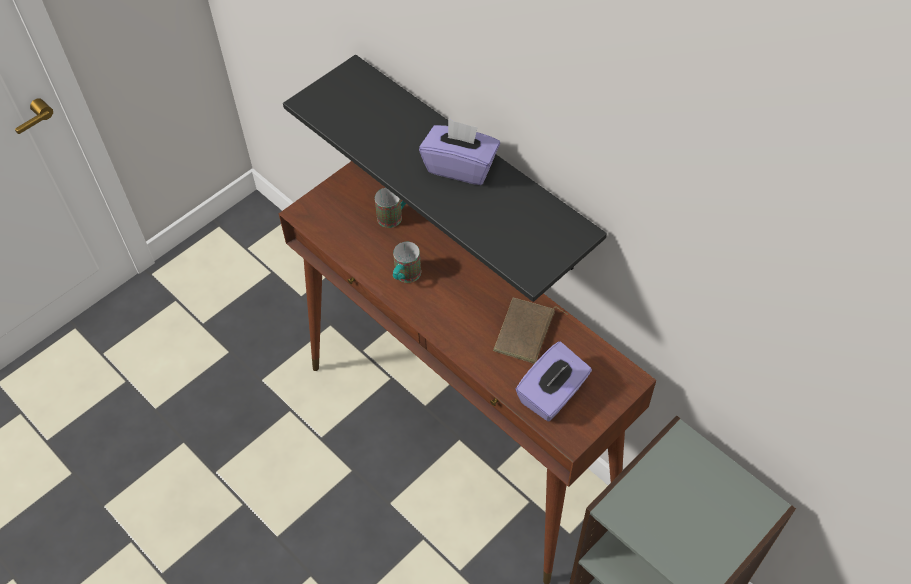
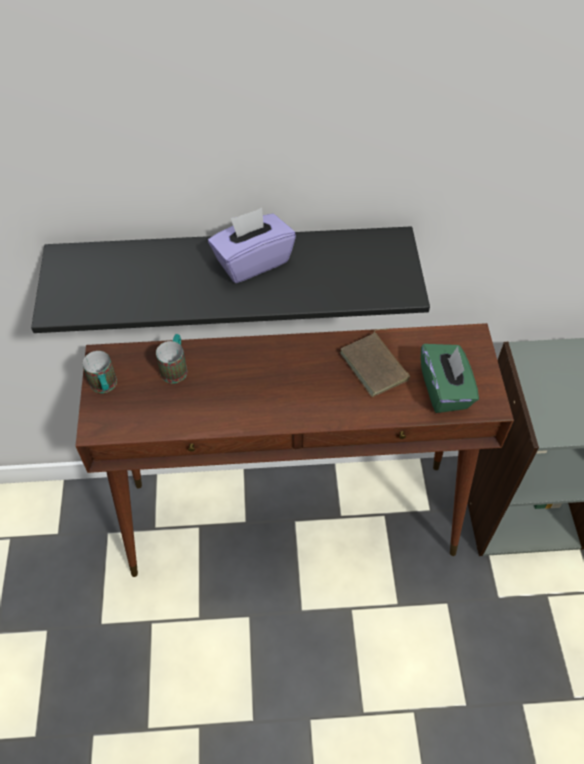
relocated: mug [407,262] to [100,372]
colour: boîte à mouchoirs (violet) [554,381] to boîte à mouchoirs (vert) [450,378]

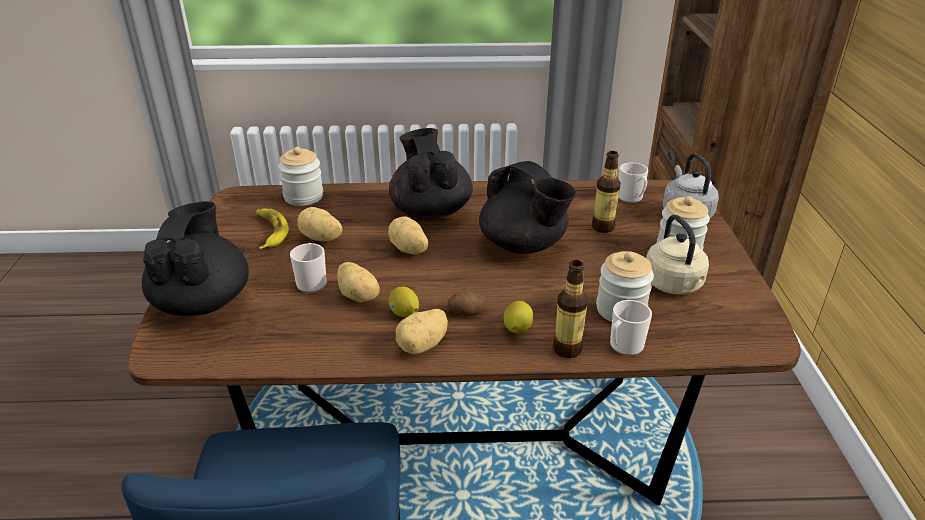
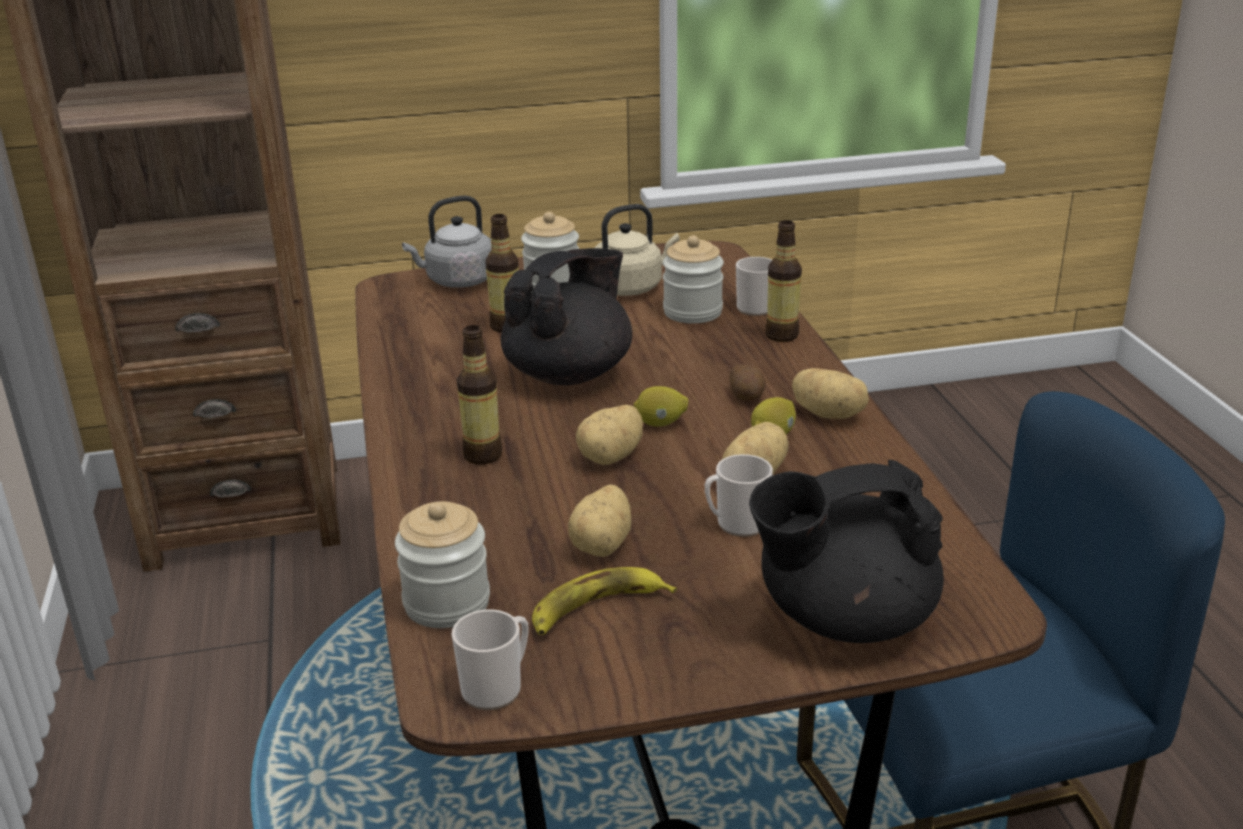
relocated: mug [633,183] to [490,659]; citron [518,317] to [660,406]
exchanged: théière (noir) [431,174] to bouteille [479,395]

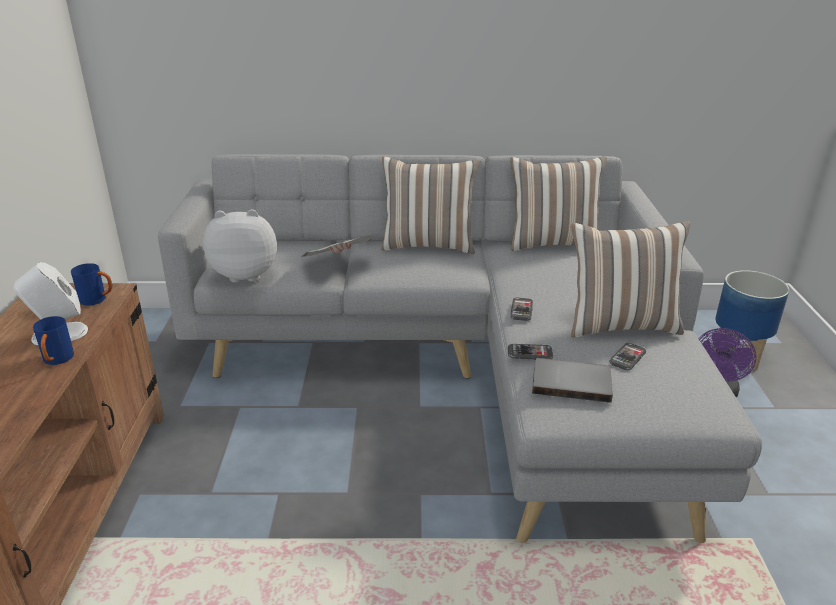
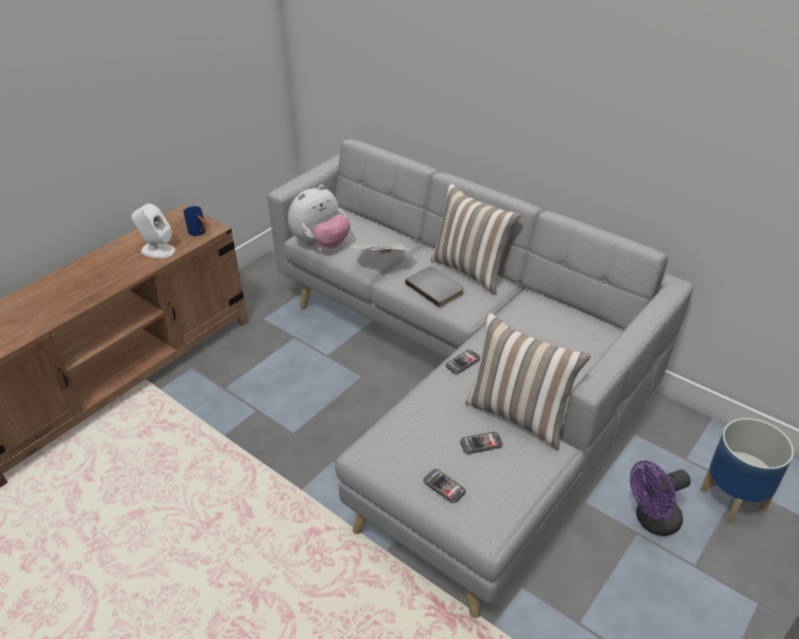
missing: coussin [558,204]; mug (bleu) [53,340]
relocated: téléphone [530,352] to [444,486]; livre (gris) [572,380] to [434,287]
spun: peluche [240,246] = [319,216] 105 degrees clockwise

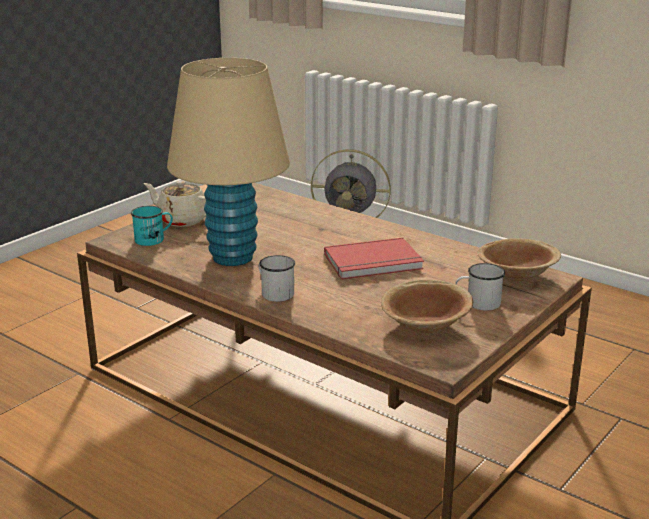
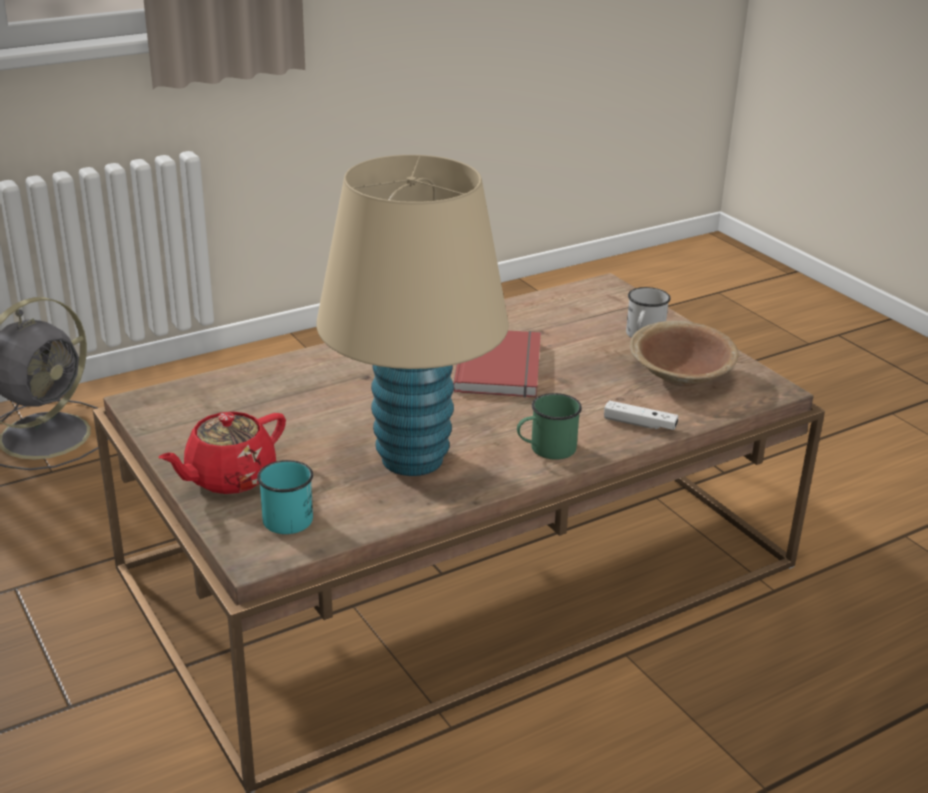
missing: bol (marron) [519,259]
appeared: manette (blanc) [641,415]
colour: théière (beige) [175,203] to théière (rouge) [222,453]; mug (blanc) [277,278] to mug (vert) [549,426]

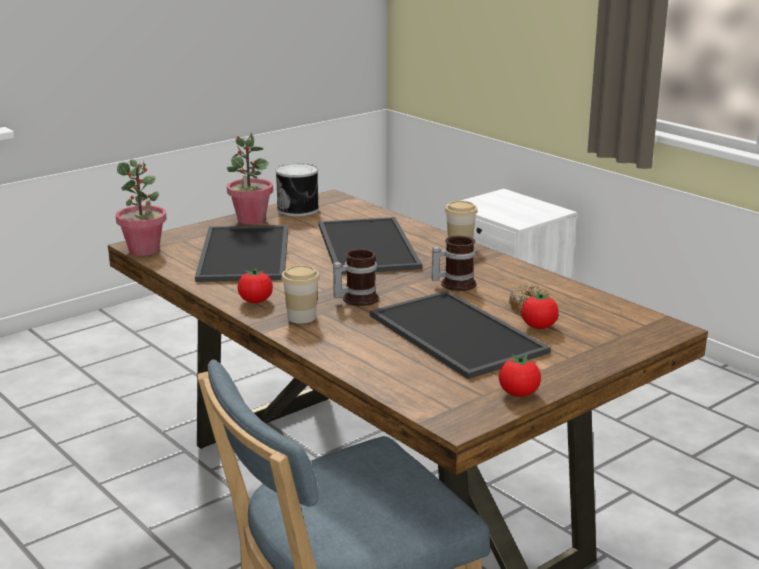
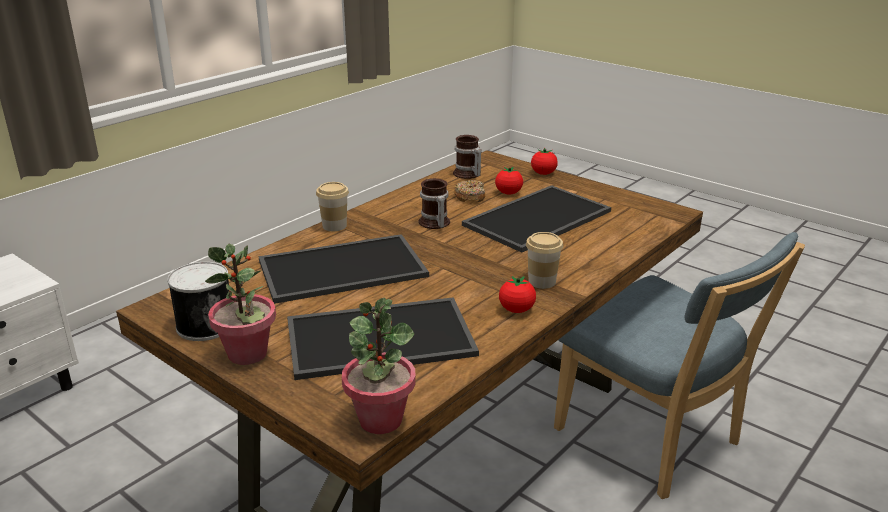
relocated: mug [356,277] to [467,157]; tomate [520,375] to [544,161]

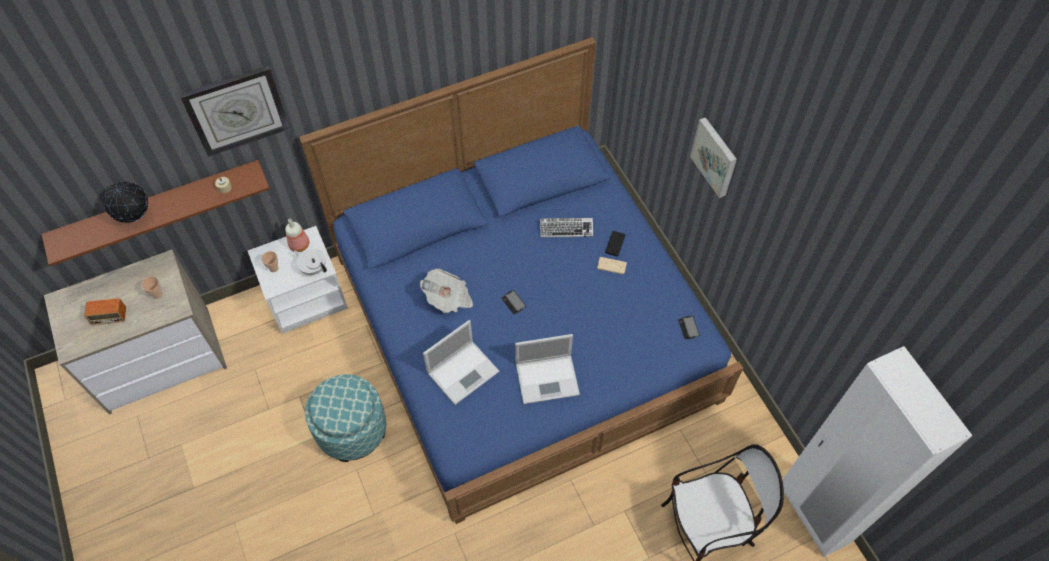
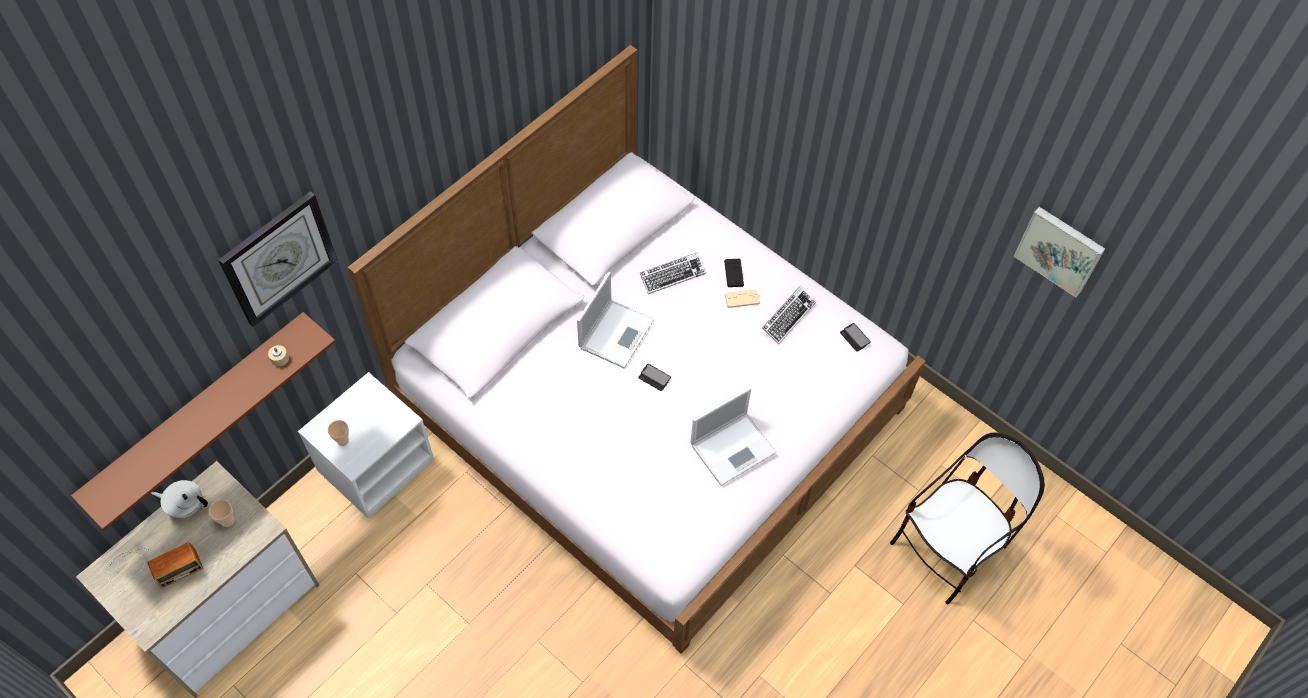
missing: globe [125,202]; bouteille [297,235]; journal [446,291]; armoire (blanc) [877,451]; pouf [345,418]
appeared: clavier [789,315]
relocated: tableau [713,157] to [1059,252]; théière (blanc) [310,262] to [179,499]; ordinateur portable [461,362] to [615,320]
colour: lit (bleu) [521,280] to lit (blanc) [637,349]

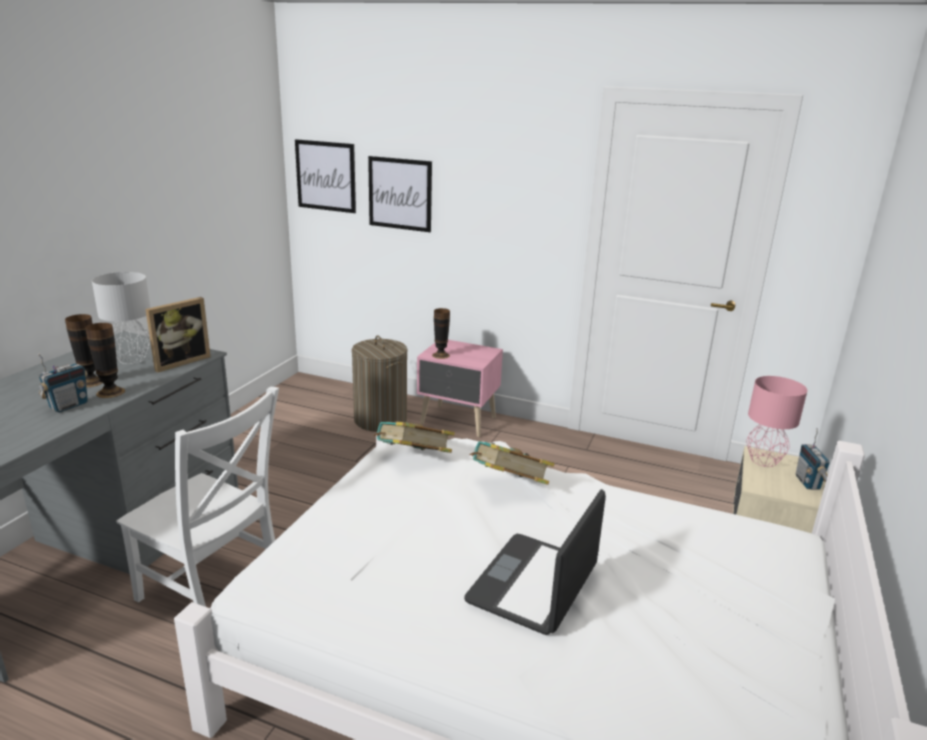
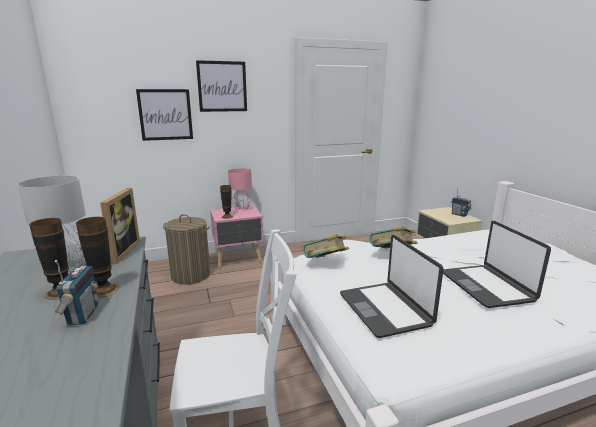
appeared: ordinateur portable [392,286]
relocated: tableau [325,176] to [221,86]; lampe de table (rose) [777,421] to [240,190]

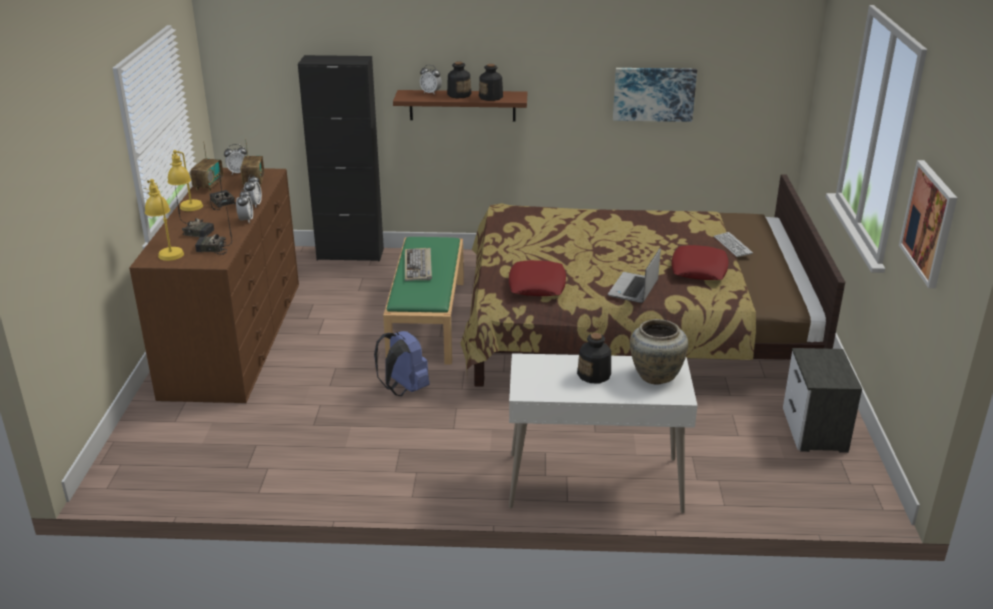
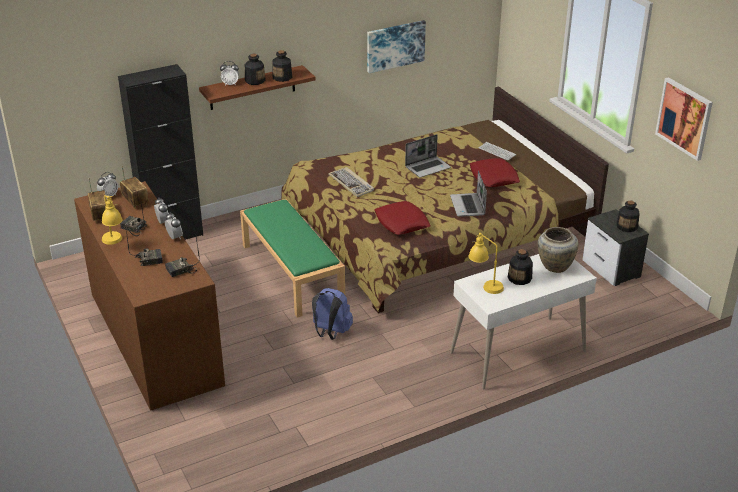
appeared: ordinateur portable [428,155]; bouteille [628,216]
relocated: lampe de table (jaune) [163,220] to [486,263]; clavier [418,264] to [351,182]

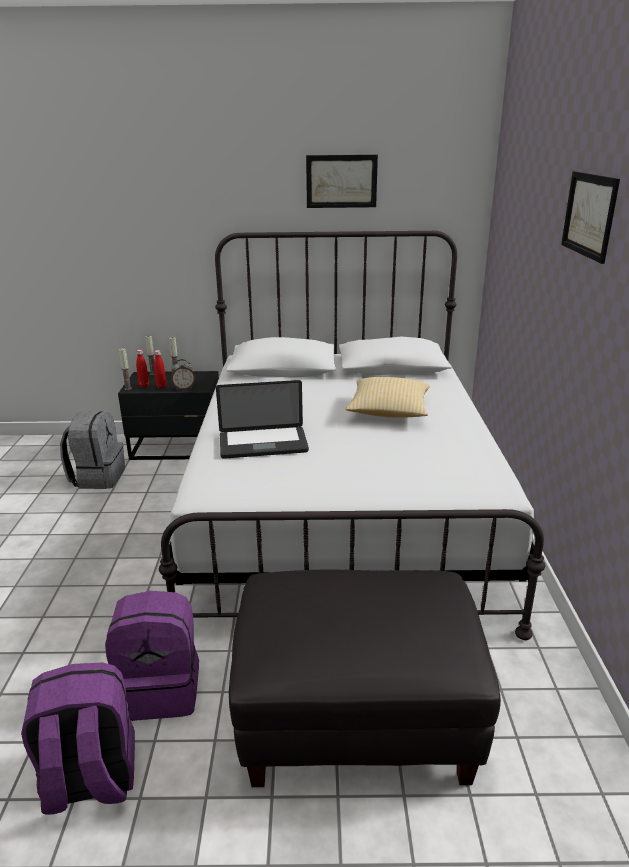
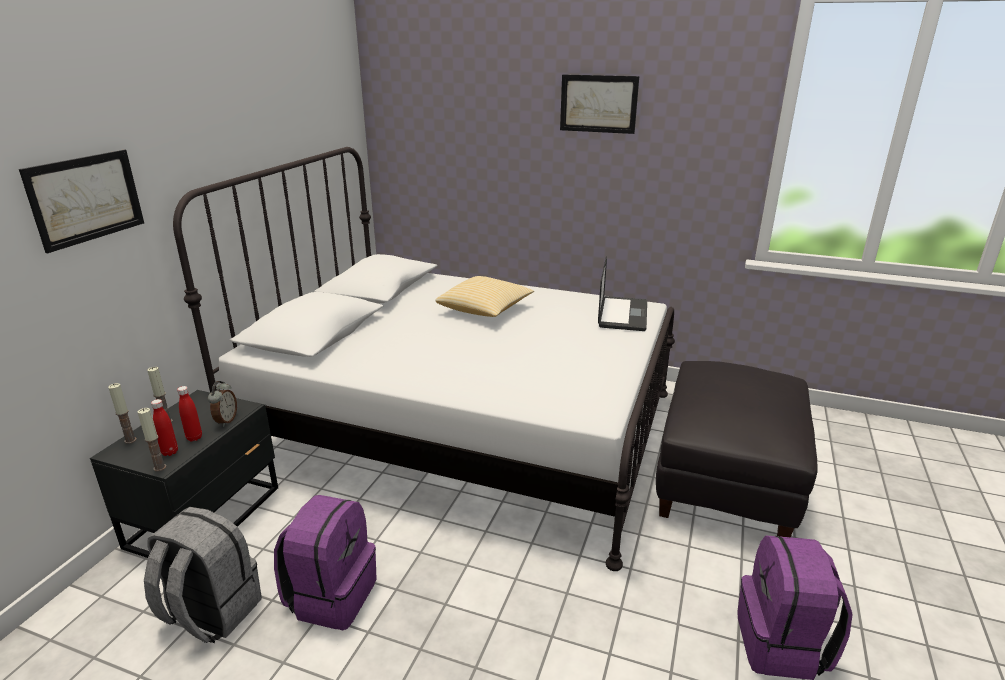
relocated: tableau [342,181] to [81,201]; ordinateur portable [262,419] to [622,293]; sac à dos (violet) [152,656] to [325,562]

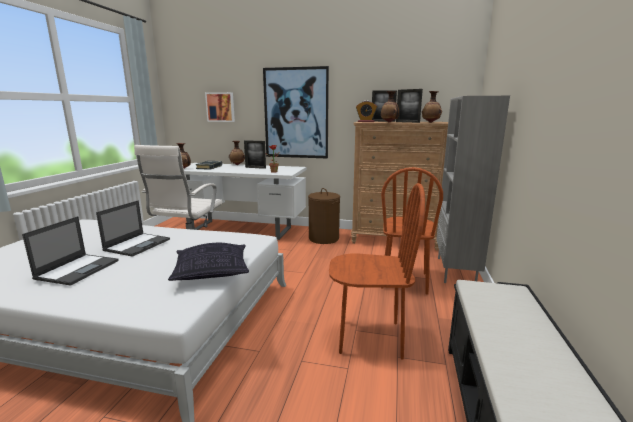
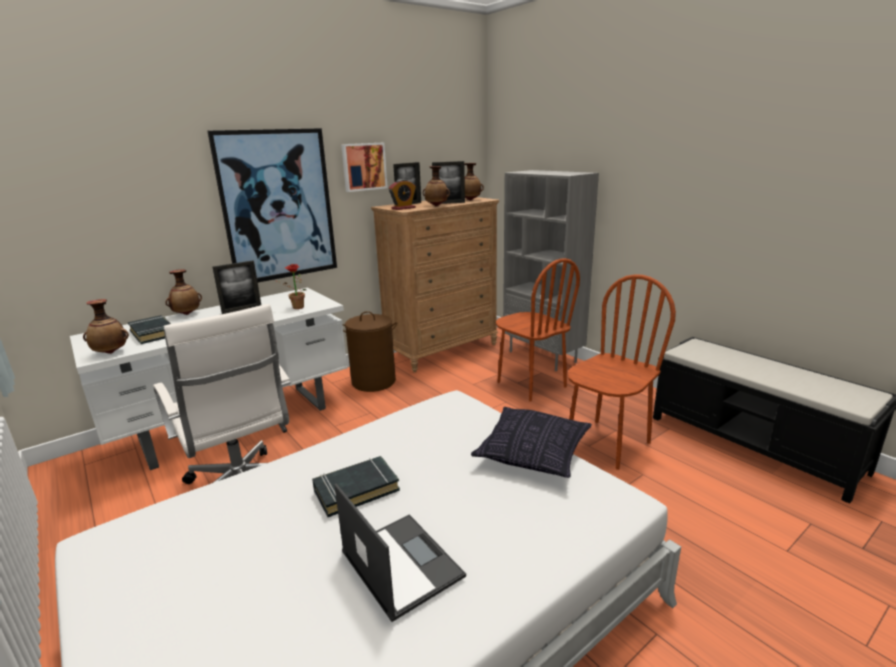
relocated: tableau [220,107] to [364,167]
exchanged: ordinateur portable [133,228] to livre (noir) [356,486]

